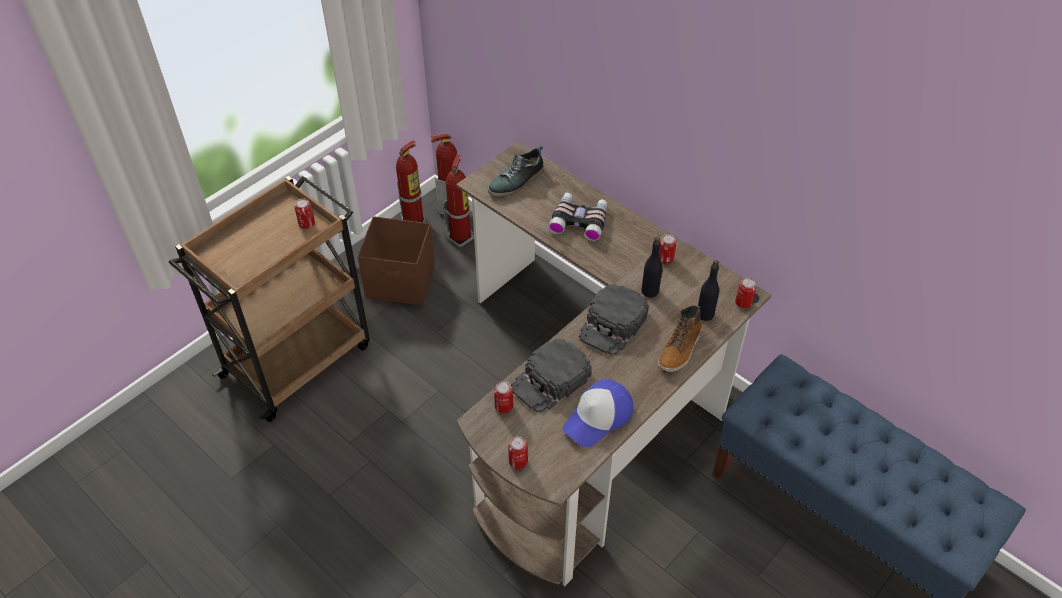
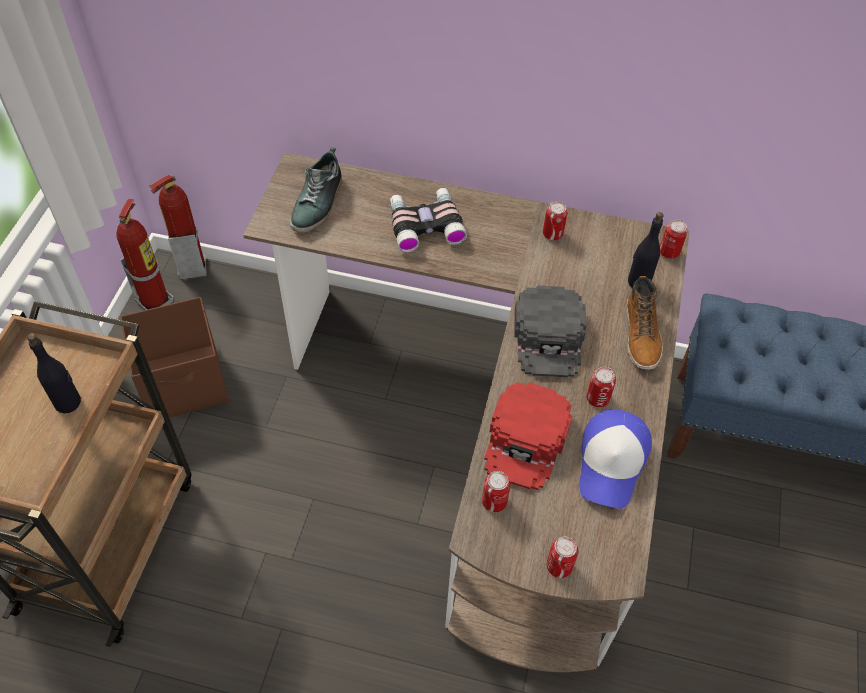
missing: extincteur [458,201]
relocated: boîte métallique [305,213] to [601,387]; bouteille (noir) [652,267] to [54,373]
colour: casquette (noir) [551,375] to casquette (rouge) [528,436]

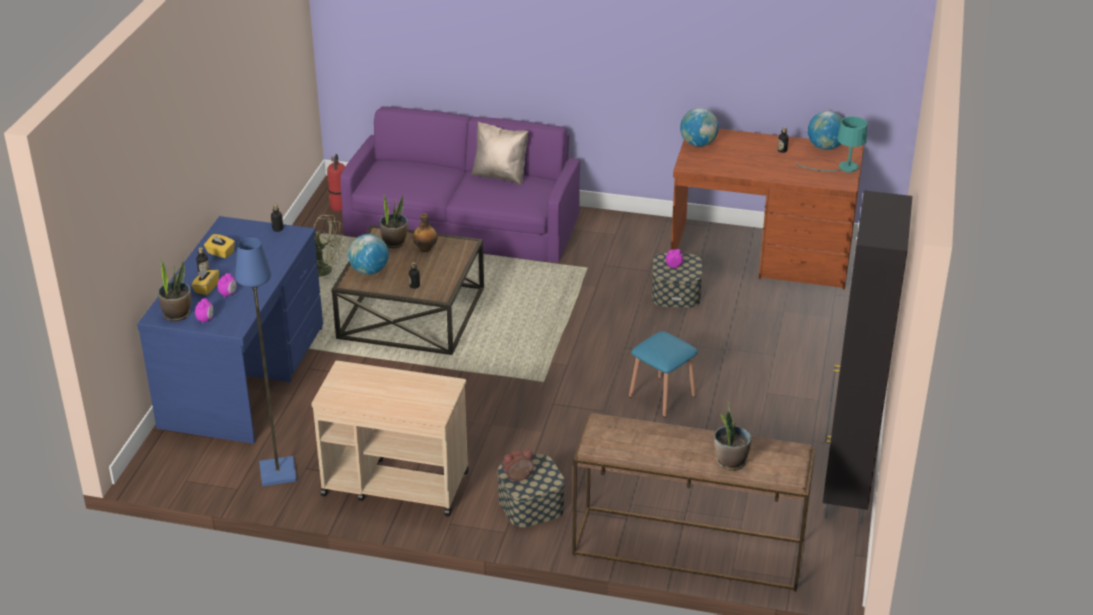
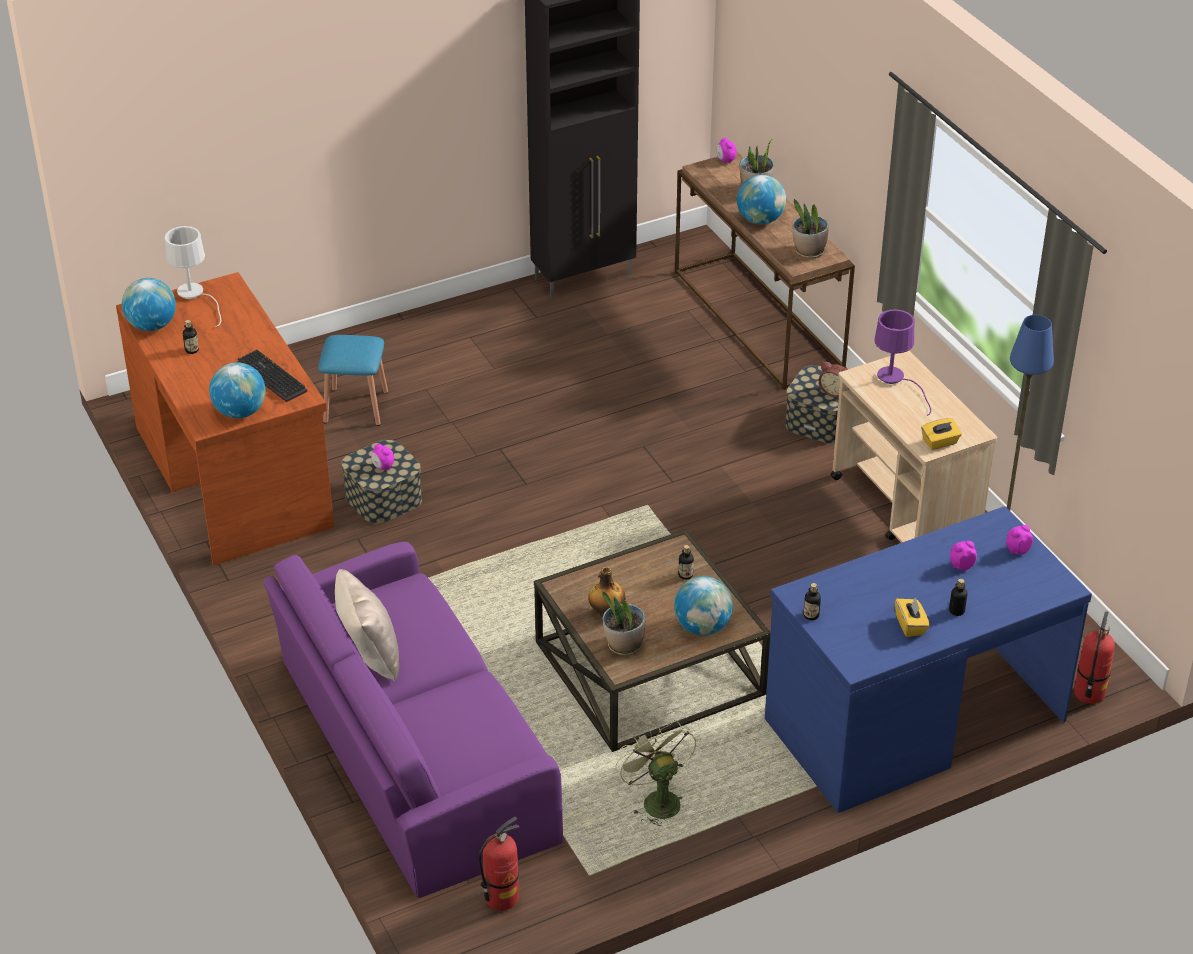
appeared: réveil [727,151]; globe [761,200]; lampe de table (violet) [902,362]; clavier [272,376]; extincteur [1094,657]
relocated: plante en pot [174,290] to [811,229]; boîte à mouchoirs (jaune) [205,281] to [941,434]; tabouret (bleu) [663,374] to [353,380]
colour: lampe de table (turquoise) [832,144] to lampe de table (blanc) [193,276]

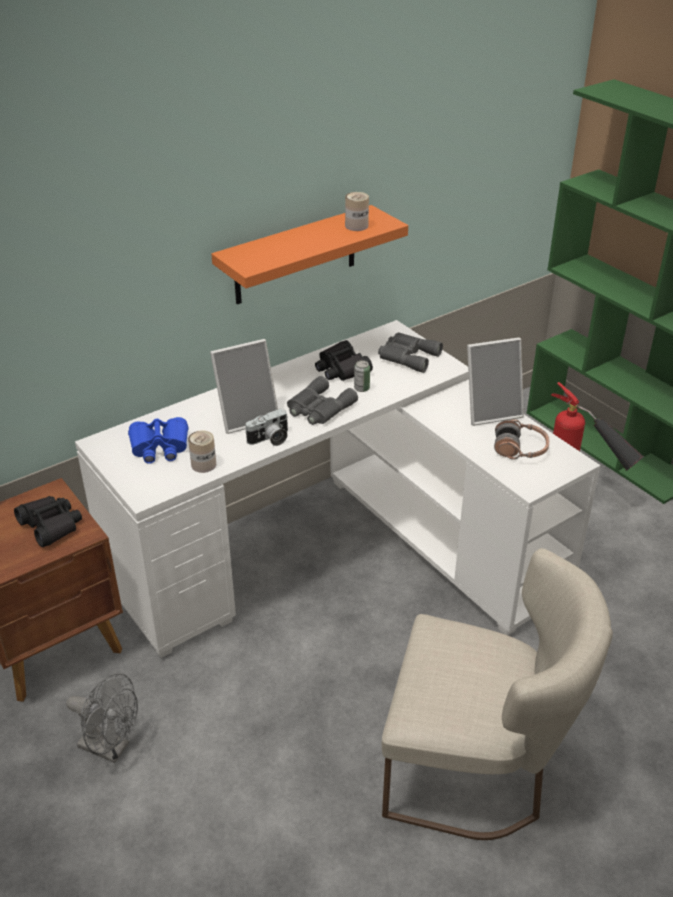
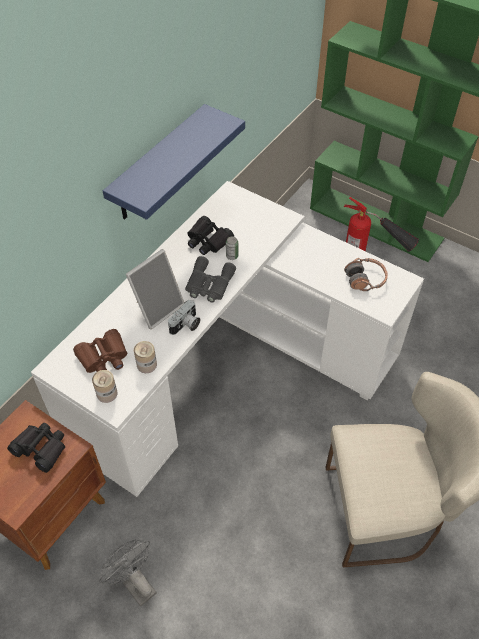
missing: jumelles (gris) [410,352]; cadre photo [495,381]
relocated: boîte métallique [357,211] to [105,386]
colour: étagère (orange) [309,254] to étagère (bleu) [174,162]; jumelles (bleu) [158,440] to jumelles (marron) [100,351]
spun: ventilateur (gris) [102,718] = [128,573] 135 degrees counterclockwise

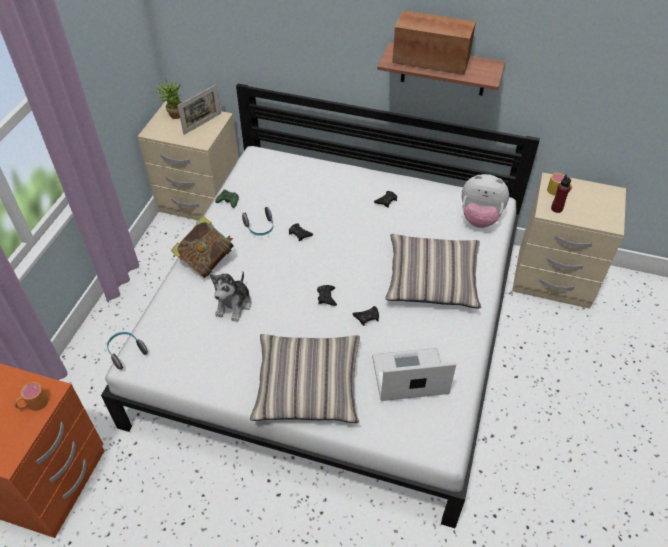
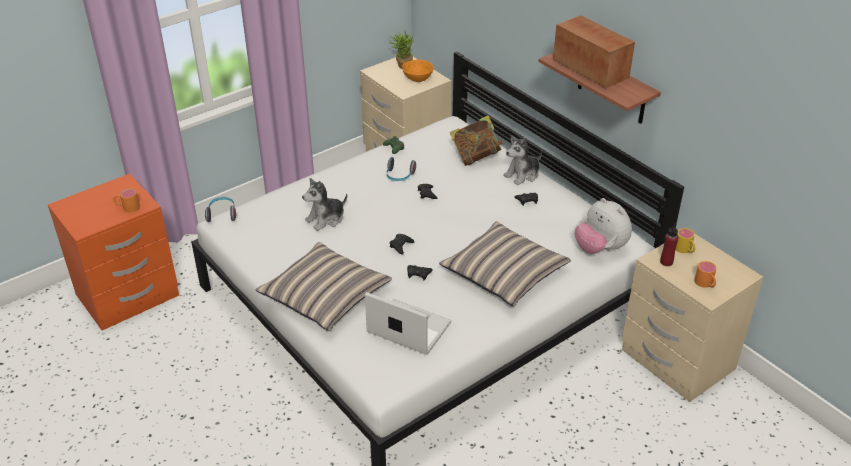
appeared: peluche [522,160]; mug (orange) [705,274]
relocated: livre [202,247] to [477,140]
exchanged: cadre photo [199,109] to bol (orange) [418,70]

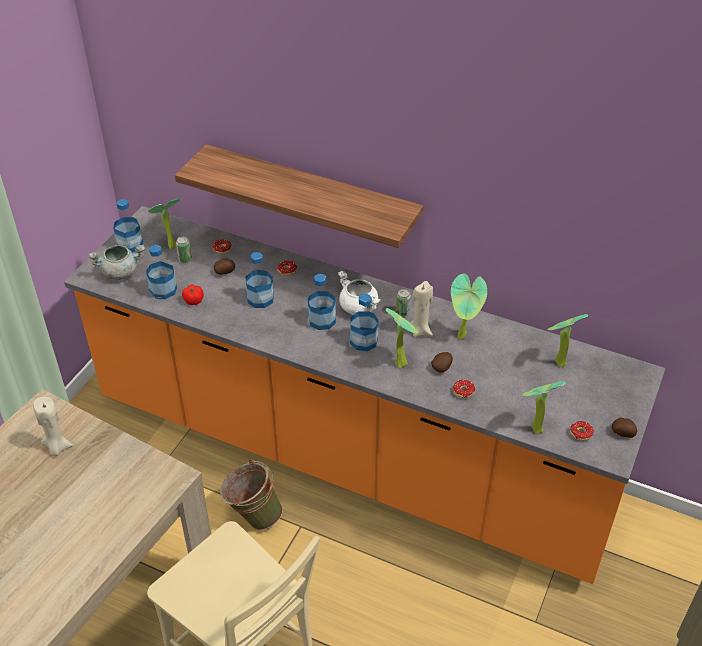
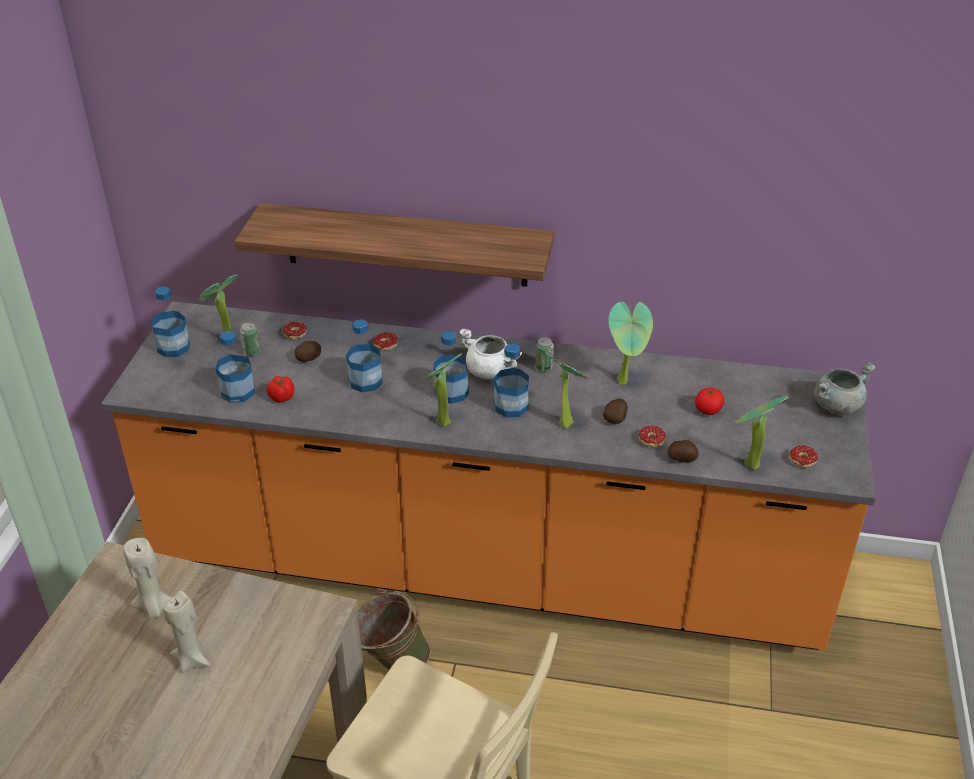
appeared: tomate [710,401]
relocated: marmite (gris) [116,262] to [845,388]; bougie (beige) [421,309] to [187,632]; plante en pot [567,340] to [440,390]; pomme de terre [624,428] to [683,451]

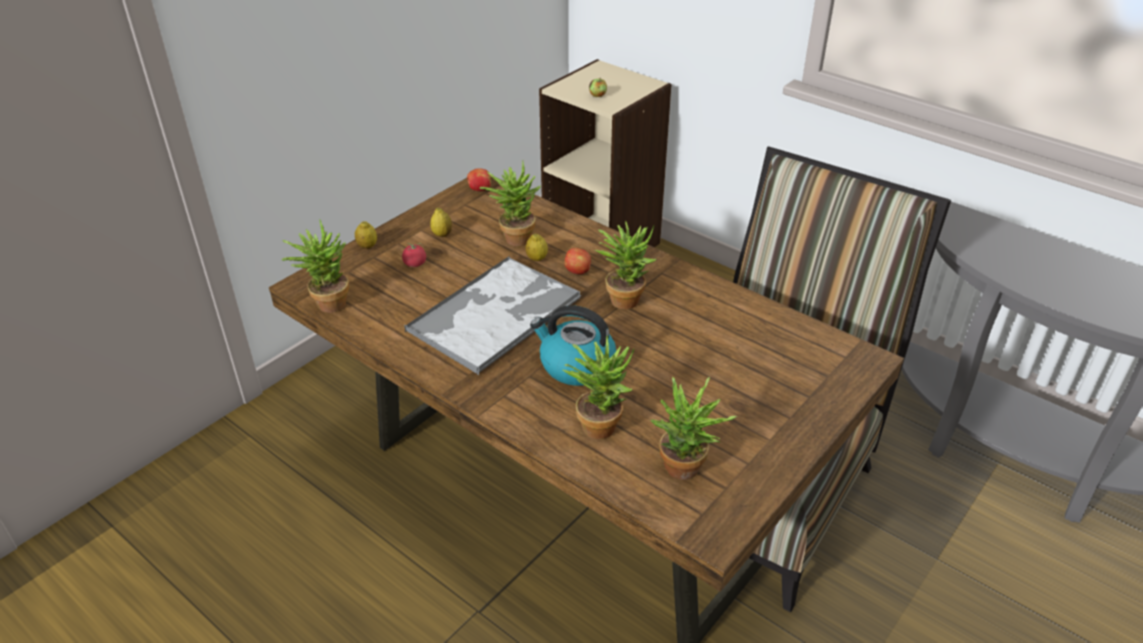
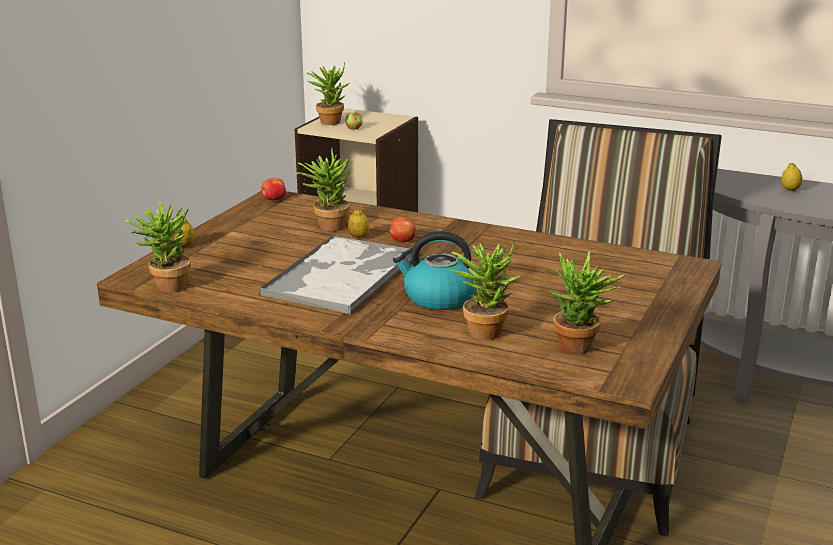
missing: tomate [414,255]
relocated: citron [441,222] to [791,177]; plante en pot [625,264] to [328,94]

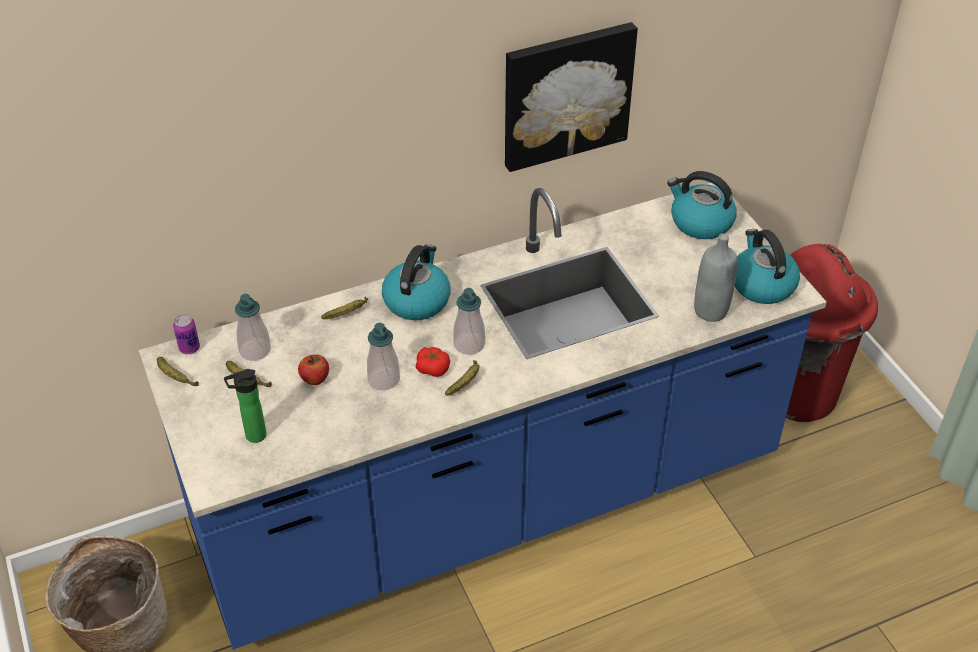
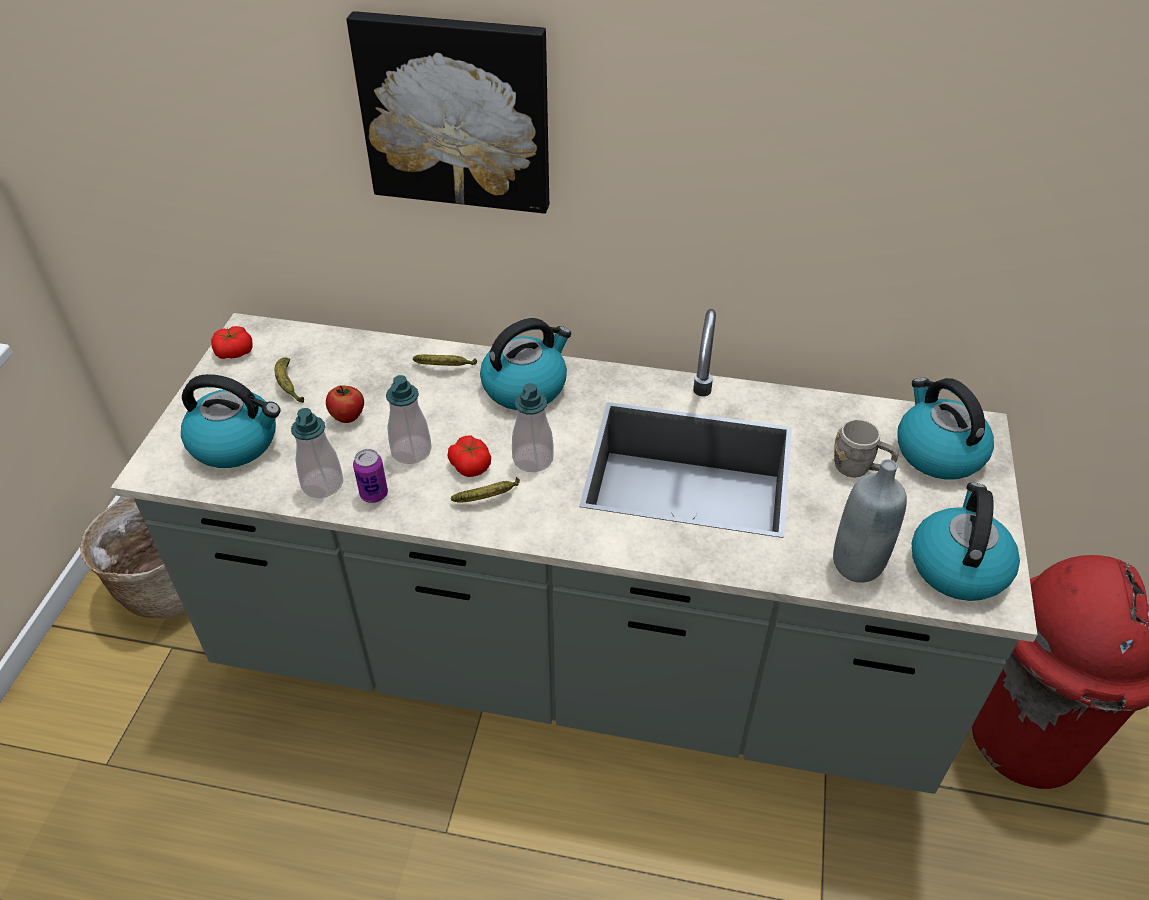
appeared: mug (gris) [866,448]
relocated: tableau [571,97] to [448,112]; distributeur de savon [253,327] to [317,453]; boîte métallique [186,334] to [370,476]
exchanged: banane [178,371] to tomate [232,342]; bouteille [245,406] to bouilloire [230,421]
colour: comptoir de cuisine (bleu) [483,416] to comptoir de cuisine (gris) [574,551]

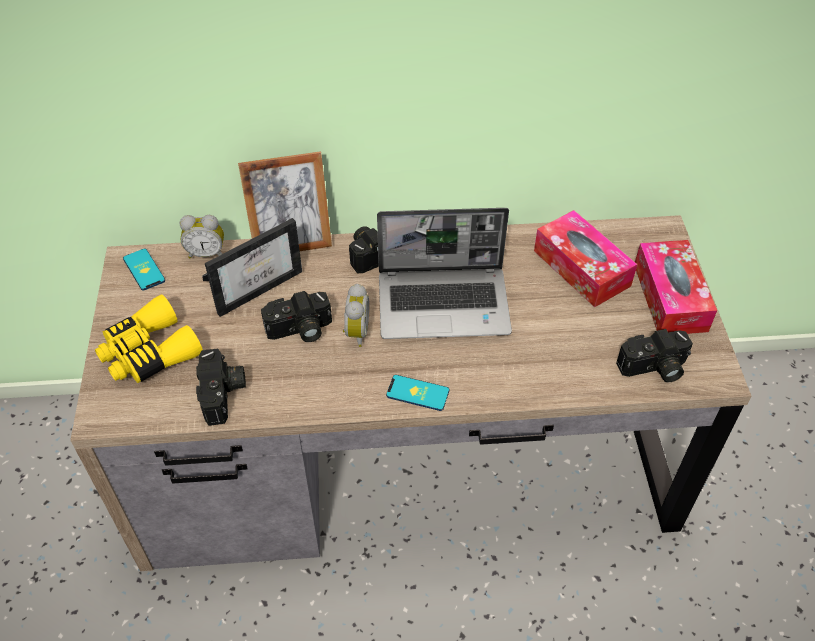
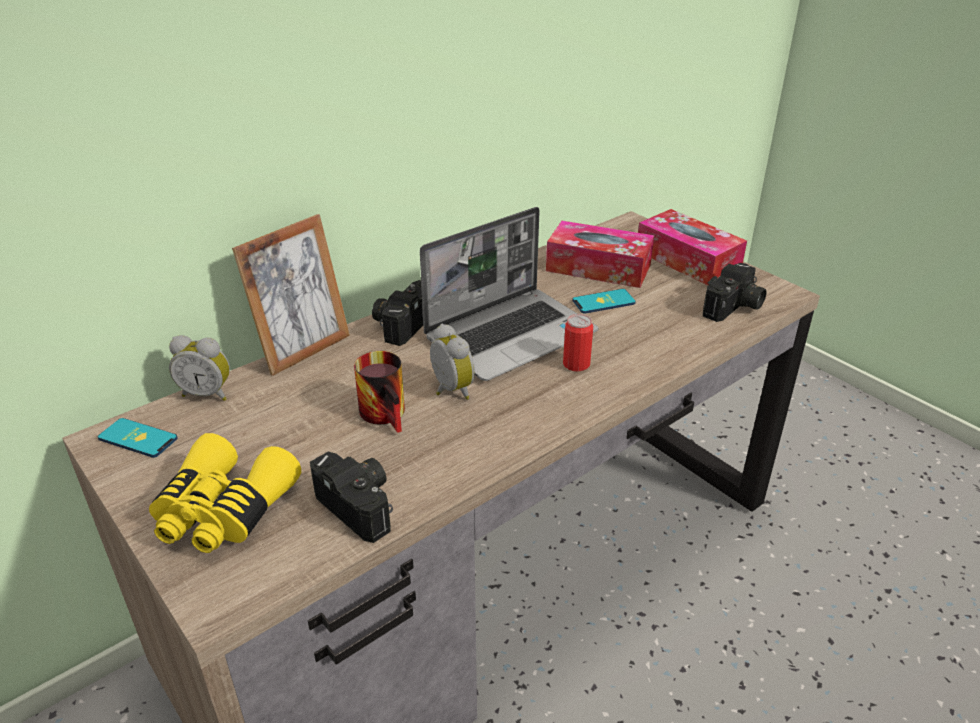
missing: cadre photo [252,267]
appeared: boîte métallique [578,343]
relocated: téléphone [417,393] to [604,301]
exchanged: appareil photo [296,316] to mug [379,392]
spun: réveil [202,237] = [199,368] 45 degrees clockwise

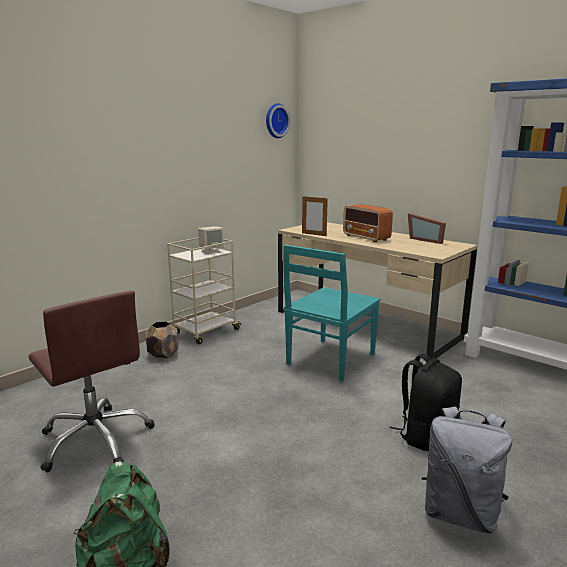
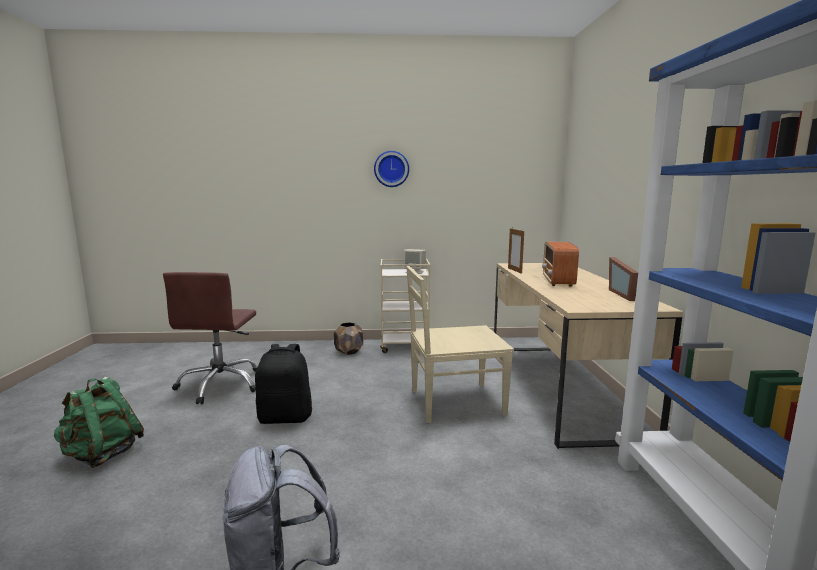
relocated: horloge murale [278,120] to [391,169]; sac à dos (noir) [426,402] to [283,384]
colour: chaise (turquoise) [331,313] to chaise (beige) [460,344]

